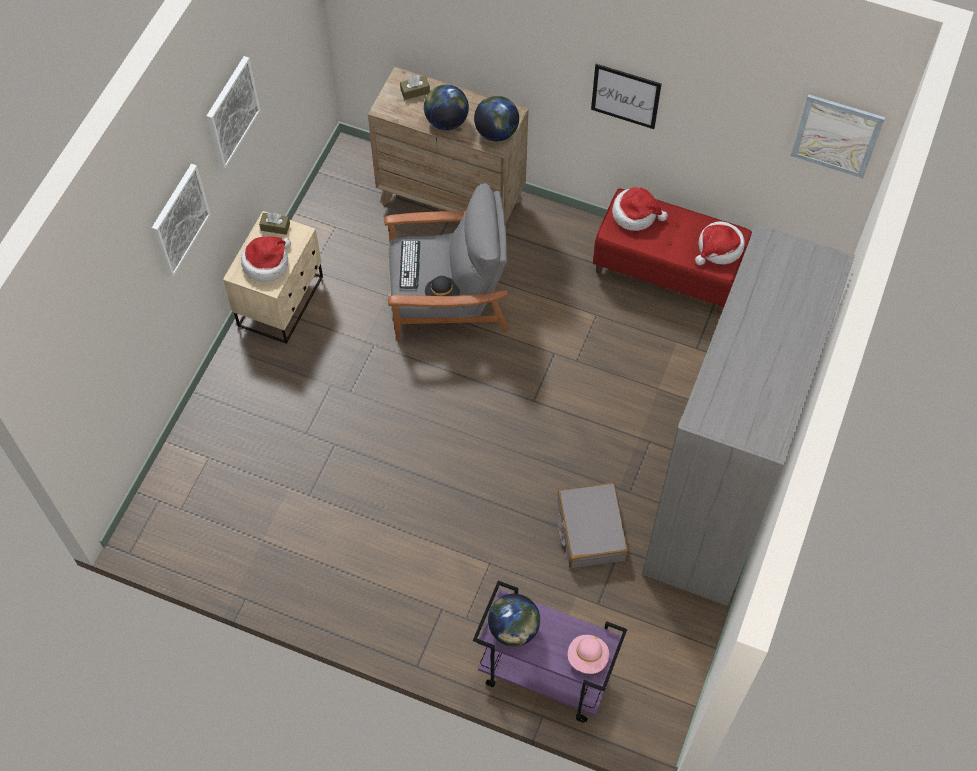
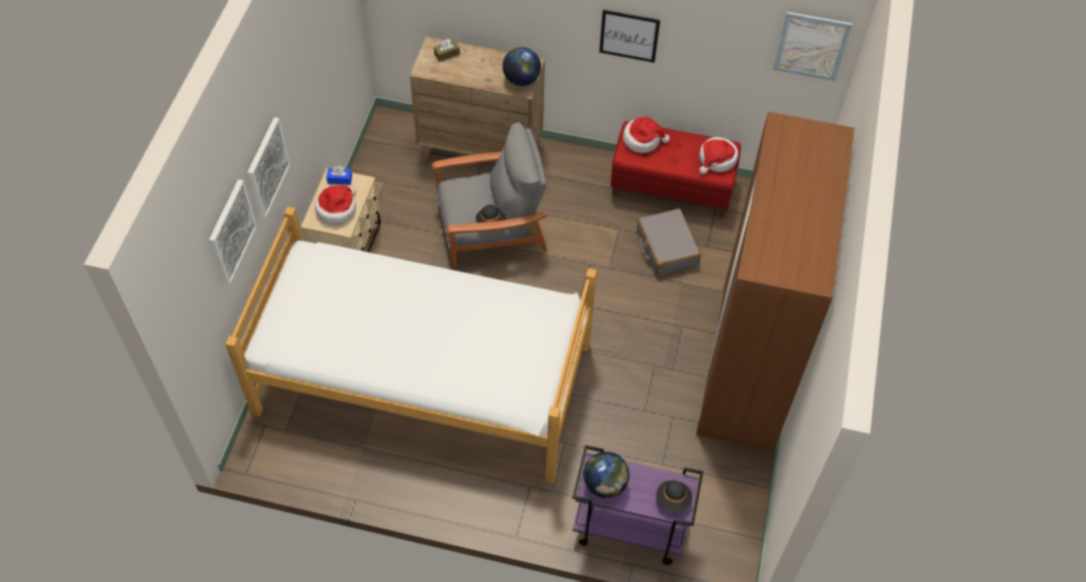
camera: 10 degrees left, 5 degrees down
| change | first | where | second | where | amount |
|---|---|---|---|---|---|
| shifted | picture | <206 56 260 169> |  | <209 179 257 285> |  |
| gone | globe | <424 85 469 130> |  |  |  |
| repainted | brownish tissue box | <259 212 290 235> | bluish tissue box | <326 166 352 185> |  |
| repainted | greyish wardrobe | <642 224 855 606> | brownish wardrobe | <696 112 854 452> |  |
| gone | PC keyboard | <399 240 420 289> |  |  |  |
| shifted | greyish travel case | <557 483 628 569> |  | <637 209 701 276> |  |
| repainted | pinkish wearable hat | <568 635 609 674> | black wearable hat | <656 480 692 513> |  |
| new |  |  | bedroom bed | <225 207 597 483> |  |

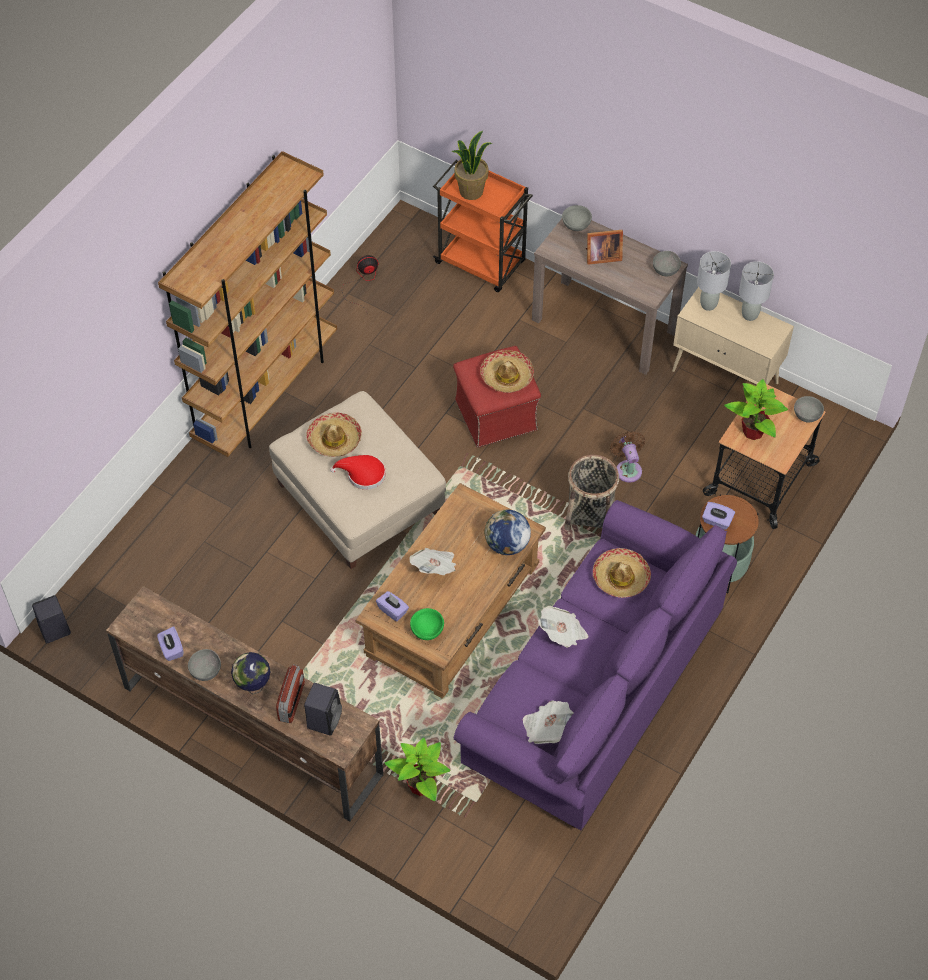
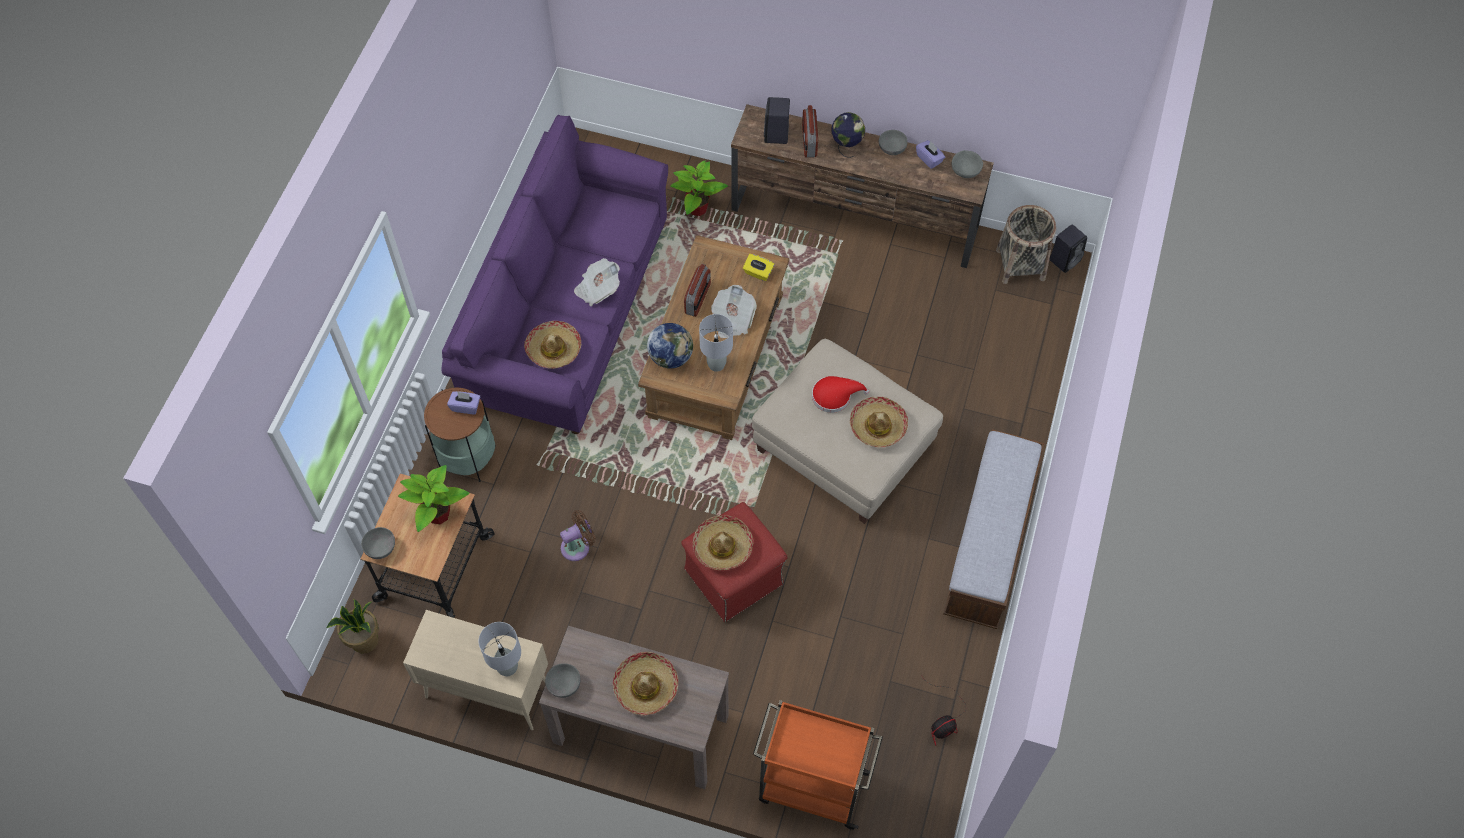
camera: 165 degrees right, 5 degrees up
| change | first | where | second | where | amount |
|---|---|---|---|---|---|
| shifted | plant in a pot | <451 131 492 200> |  | <326 599 379 654> |  |
| swapped | brownish bookshelf | <158 151 337 457> | bench | <943 429 1045 629> |  |
| shifted | greyish bowl | <562 205 592 231> |  | <952 150 983 178> |  |
| swapped | photo frame | <586 230 623 265> | wearable hat | <613 652 679 716> |  |
| shifted | greyish table lamp | <739 261 774 321> |  | <699 314 733 372> |  |
| rotated | brownish fan | <610 431 645 482> |  | <560 510 596 561> | 90 degrees counterclockwise |
| shifted | household basket | <564 455 619 530> |  | <996 205 1056 284> |  |
| repainted | purple-coloured tissue box | <376 591 409 622> | yellow tissue box | <743 254 774 281> |  |
| gone | greenish bowl | <410 608 444 640> |  |  |  |
| gone | newspaper | <523 701 573 744> |  |  |  |
| new |  |  | radio receiver | <684 264 711 317> |  |

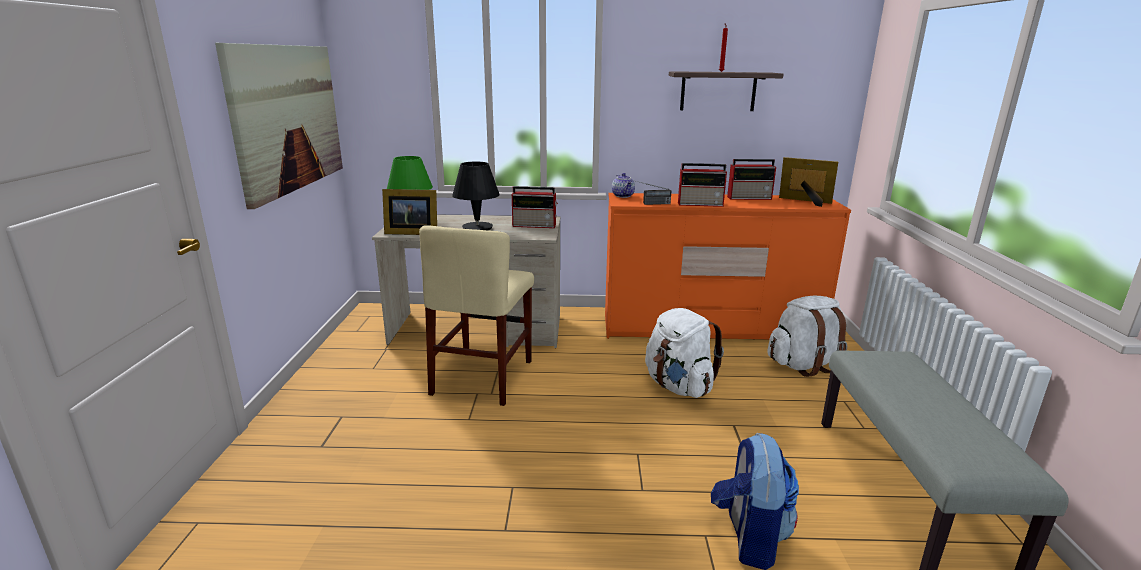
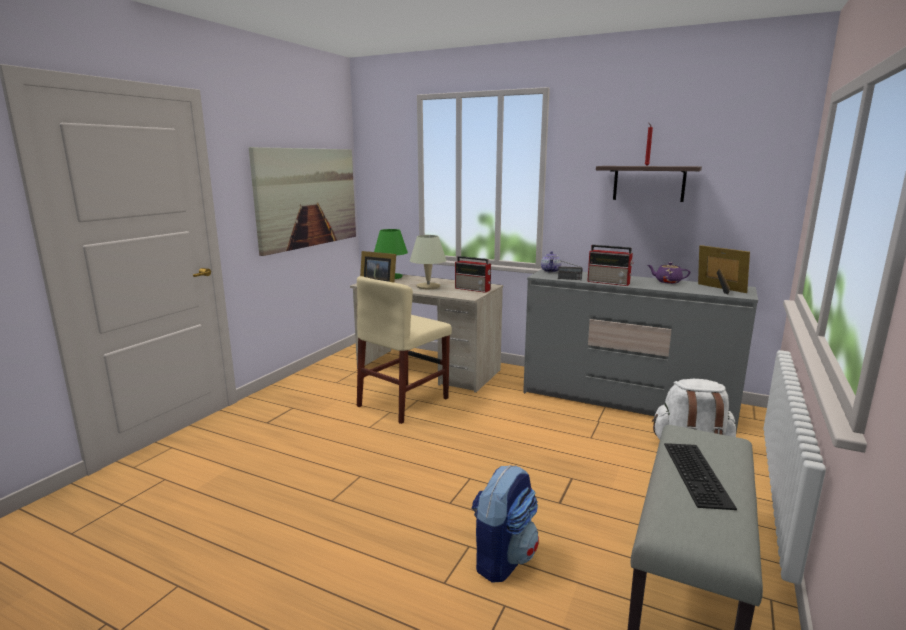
camera: 25 degrees right, 5 degrees down
| change | first | where | second | where | amount |
|---|---|---|---|---|---|
| swapped | radio receiver | <727 159 776 200> | purple-coloured tea pot | <648 262 691 284> |  |
| repainted | black table lamp | <452 162 500 230> | sand-coloured table lamp | <410 235 447 289> |  |
| repainted | orange-coloured chest of drawers | <605 193 851 340> | greyish chest of drawers | <523 269 758 432> |  |
| gone | white-coloured backpack | <645 308 724 398> |  |  |  |
| new |  |  | PC keyboard | <664 443 737 510> |  |

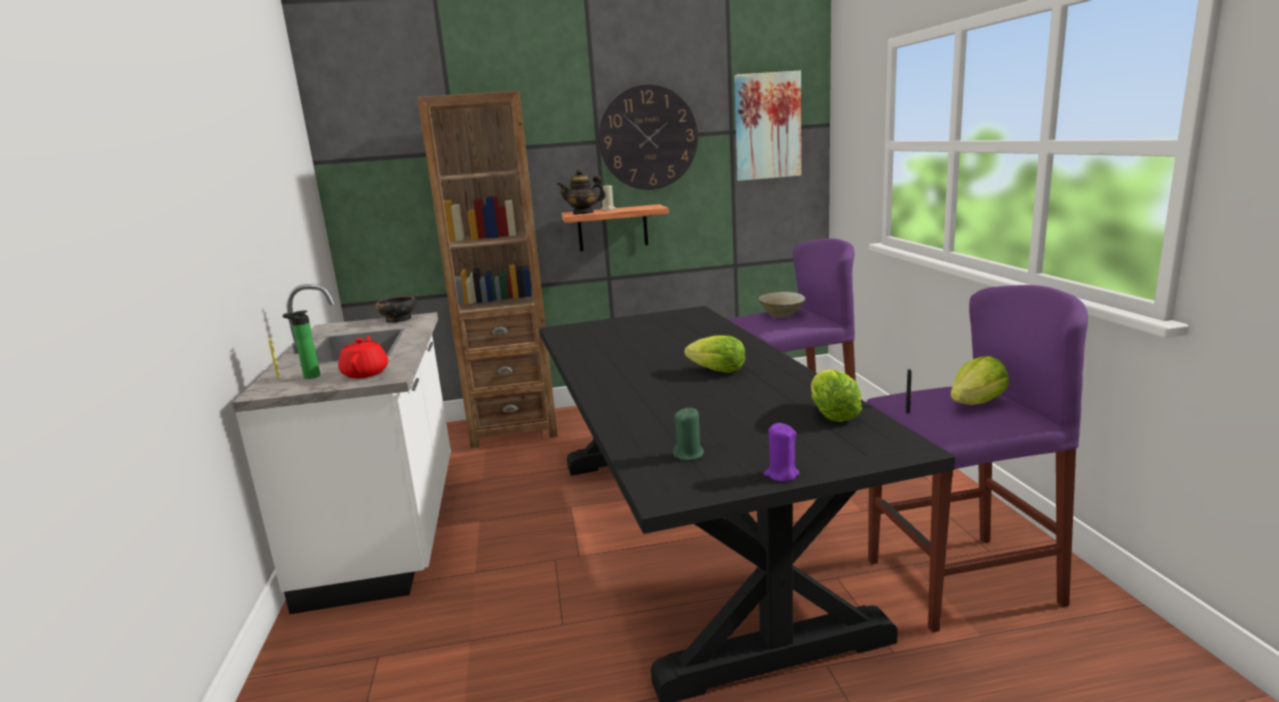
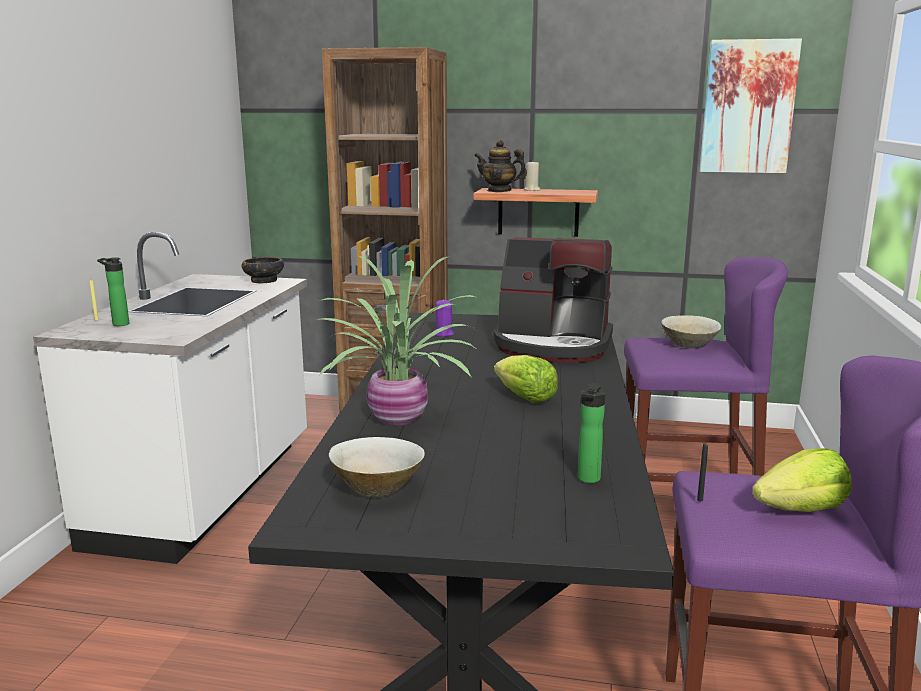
camera: 20 degrees right, 0 degrees up
| change | first | where | second | where | amount |
|---|---|---|---|---|---|
| gone | clock on the wall | <599 84 698 190> |  |  |  |
| gone | reddish tea pot | <338 336 388 379> |  |  |  |
| swapped | lettuce | <811 369 862 422> | drink bottle | <578 383 605 483> |  |
| swapped | greenish wax light | <673 408 704 461> | sand-coloured bowl | <329 437 425 497> |  |
| shifted | purple-coloured wax light | <763 423 800 482> |  | <434 299 454 337> |  |
| new |  |  | coffee maker | <493 237 613 363> |  |
| new |  |  | plant in a pot | <318 256 478 426> |  |

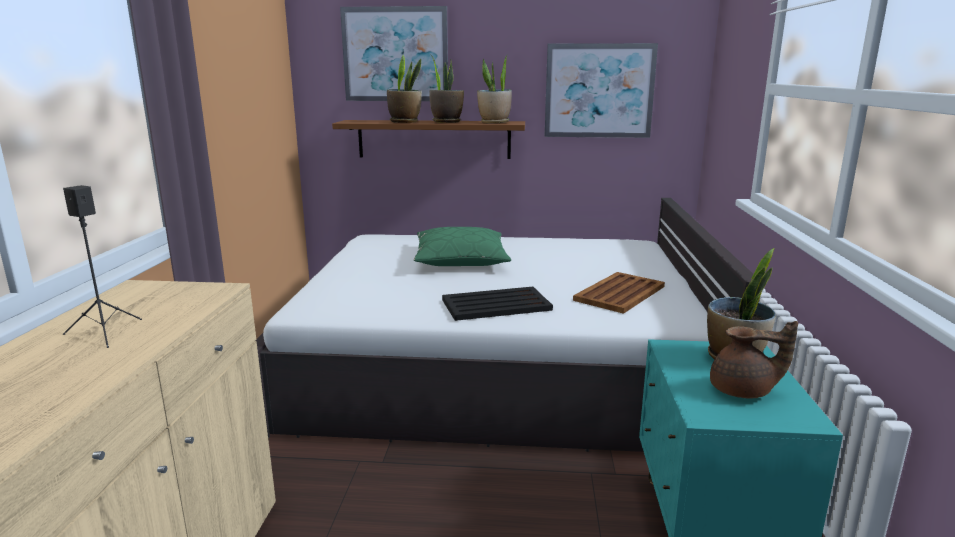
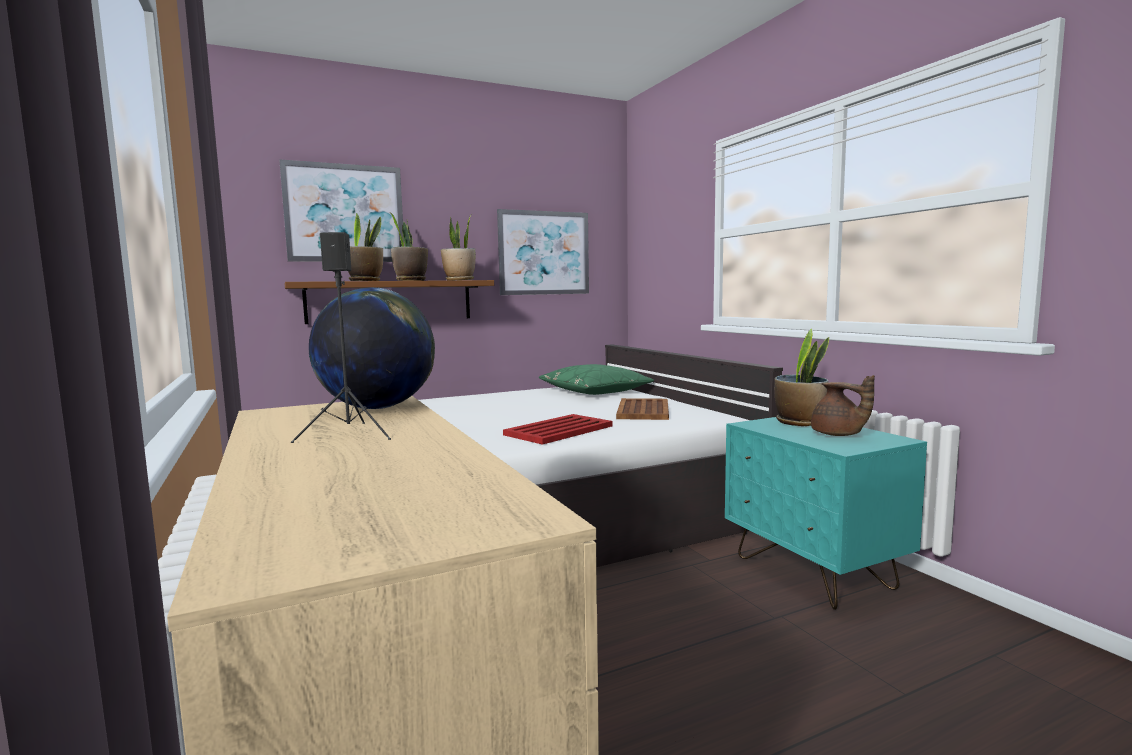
camera: 30 degrees left, 10 degrees down
| change | first | where | second | where | amount |
|---|---|---|---|---|---|
| shifted | greenish cushion | <414 227 511 266> |  | <539 364 654 395> |  |
| repainted | black serving tray | <442 287 553 321> | reddish serving tray | <503 414 613 445> |  |
| rotated | brownish tea pot | <710 321 798 399> |  | <811 375 875 436> | 75 degrees clockwise |
| new |  |  | globe | <309 287 435 409> |  |

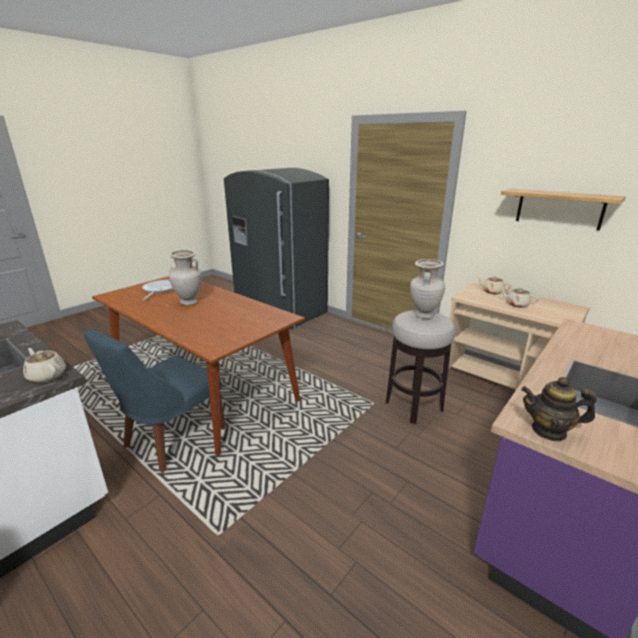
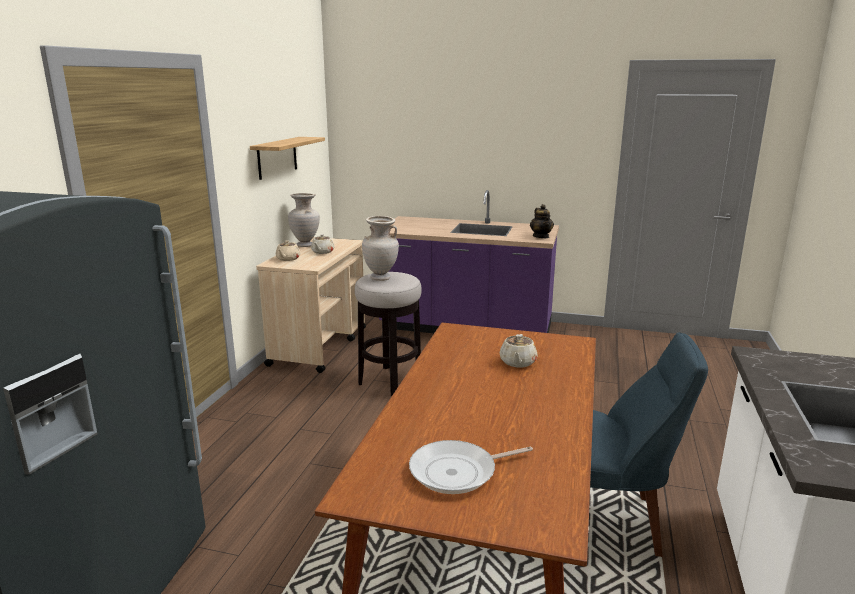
camera: 115 degrees left, 5 degrees down
| change | first | where | second | where | amount |
|---|---|---|---|---|---|
| shifted | sand-coloured vase | <169 250 202 305> |  | <288 193 320 247> |  |
| shifted | sand-coloured tea pot | <23 348 66 383> |  | <500 334 538 367> |  |

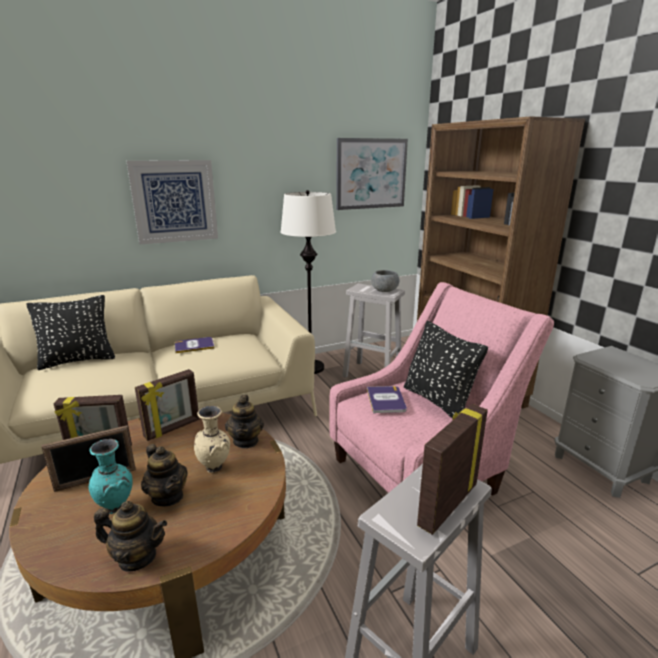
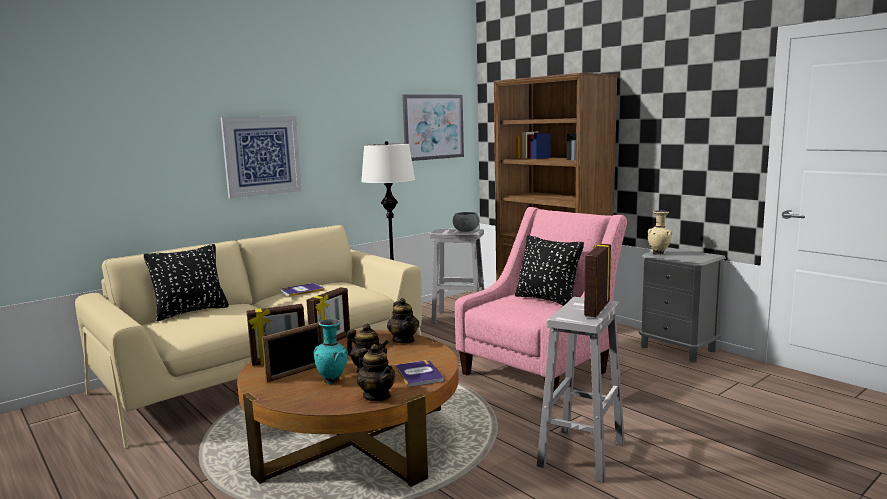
camera: 15 degrees left, 10 degrees down
| change | first | where | second | where | amount |
|---|---|---|---|---|---|
| shifted | volume | <367 386 407 413> |  | <395 360 443 387> |  |
| shifted | sand-coloured vase | <194 406 230 473> |  | <648 211 672 255> |  |
| rotated | tea pot | <94 501 167 571> |  | <357 344 395 401> | 60 degrees clockwise |

